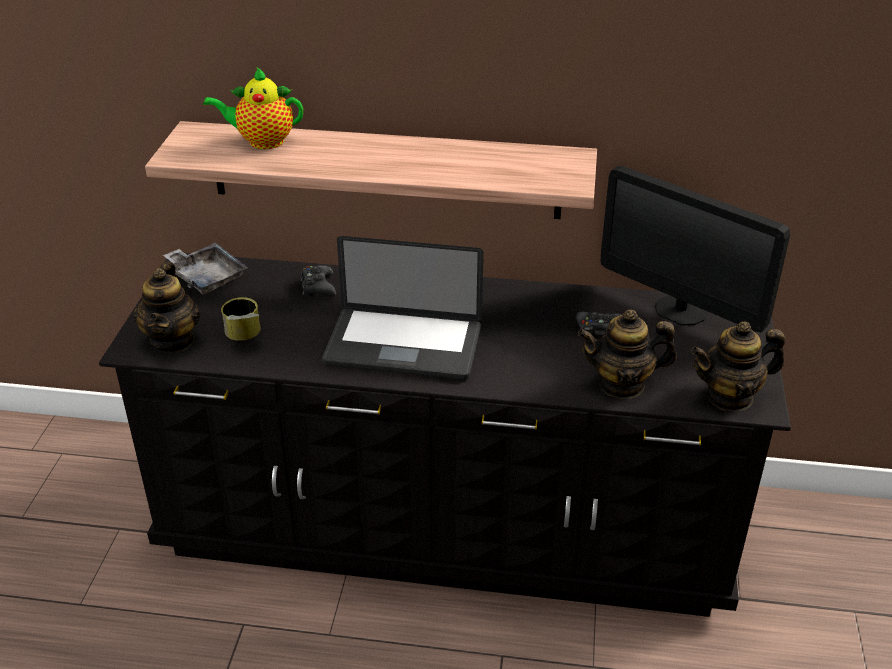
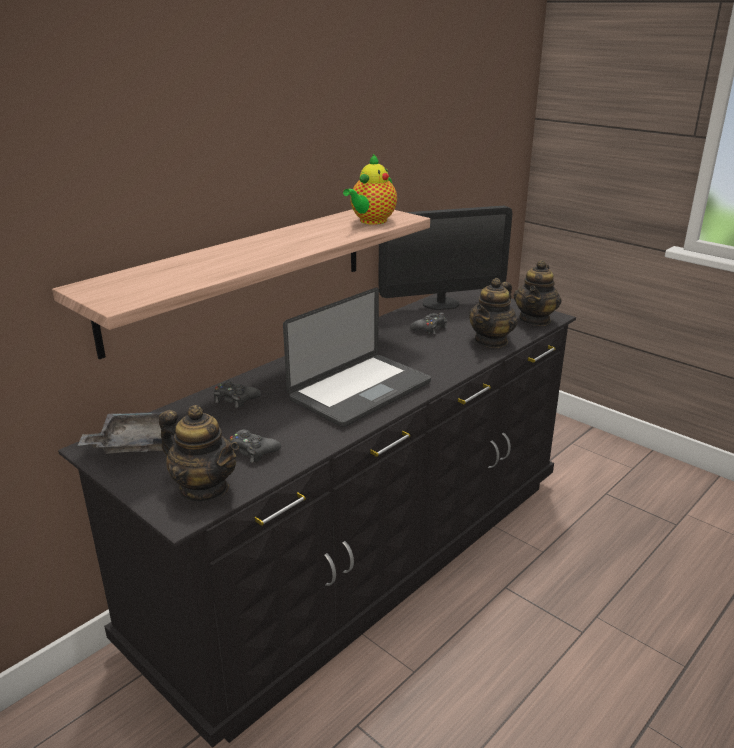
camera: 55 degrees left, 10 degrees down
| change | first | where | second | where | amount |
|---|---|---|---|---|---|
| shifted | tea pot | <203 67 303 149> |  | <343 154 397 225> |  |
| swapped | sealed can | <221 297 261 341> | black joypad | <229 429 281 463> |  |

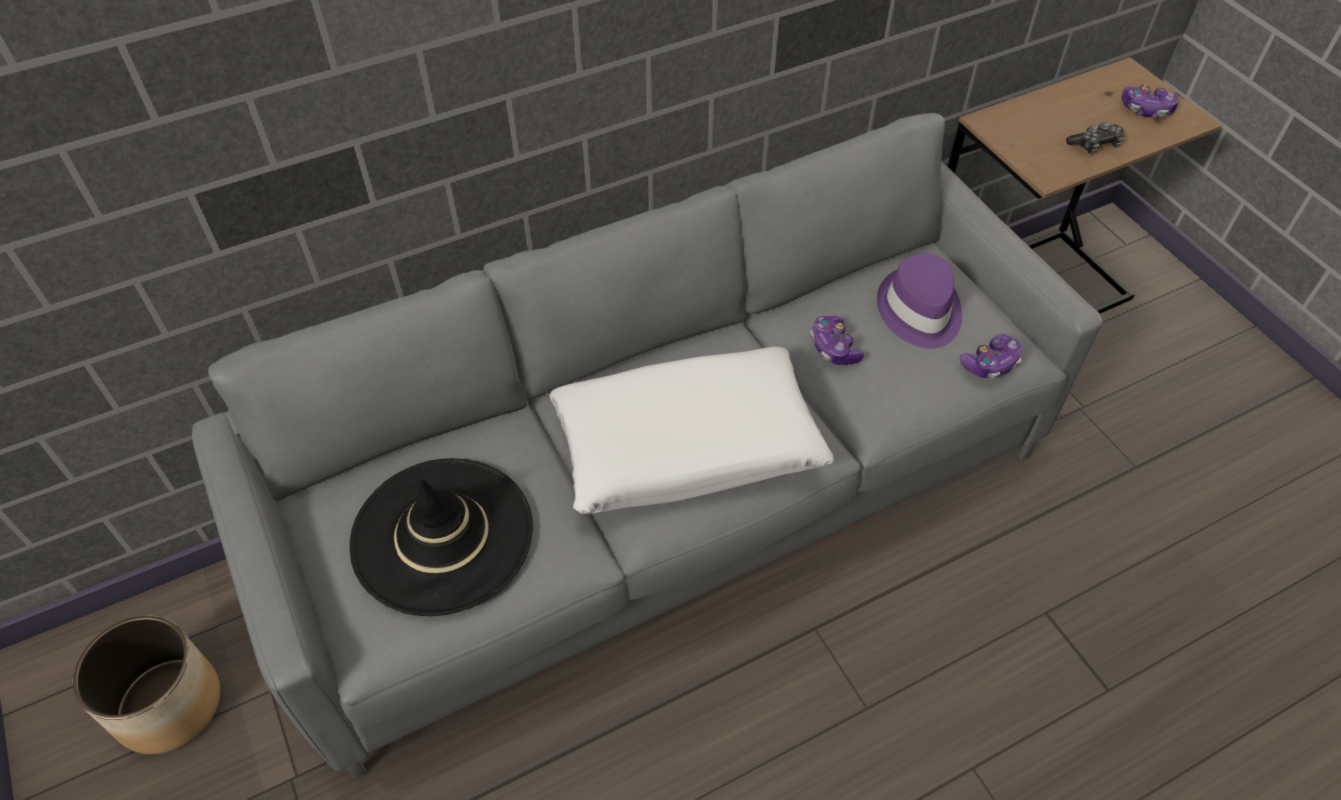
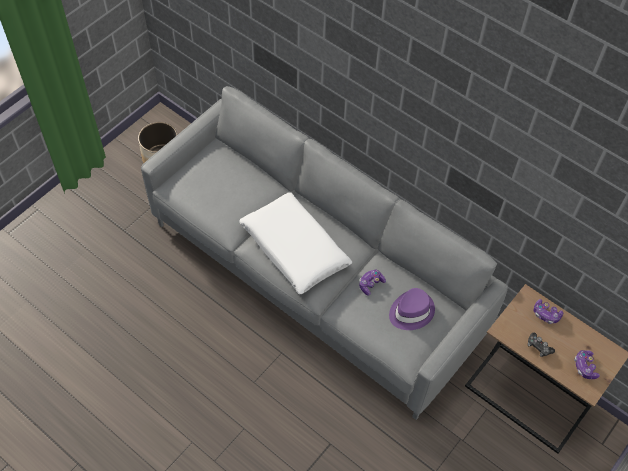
camera: 65 degrees right, 5 degrees up
| change | first | where | second | where | amount |
|---|---|---|---|---|---|
| shifted | joypad | <960 334 1023 379> |  | <534 299 563 324> |  |
| gone | black wearable hat | <350 458 533 616> |  |  |  |

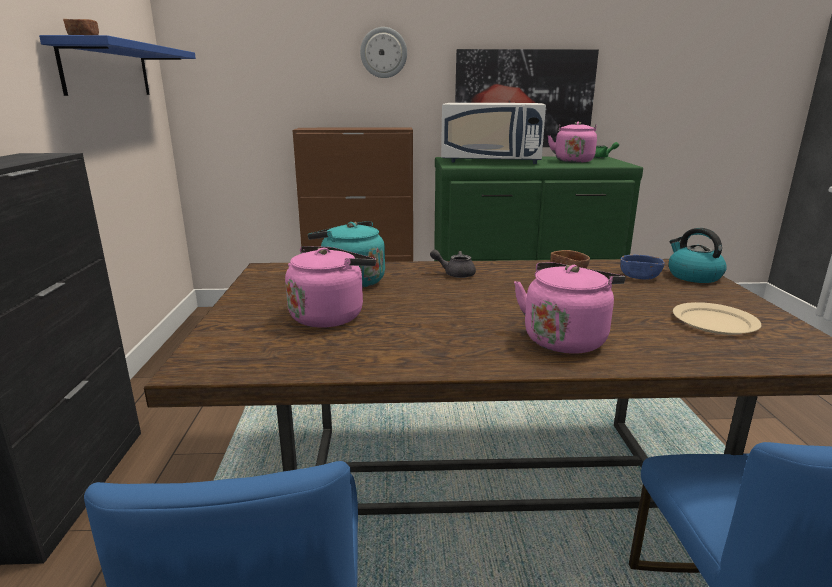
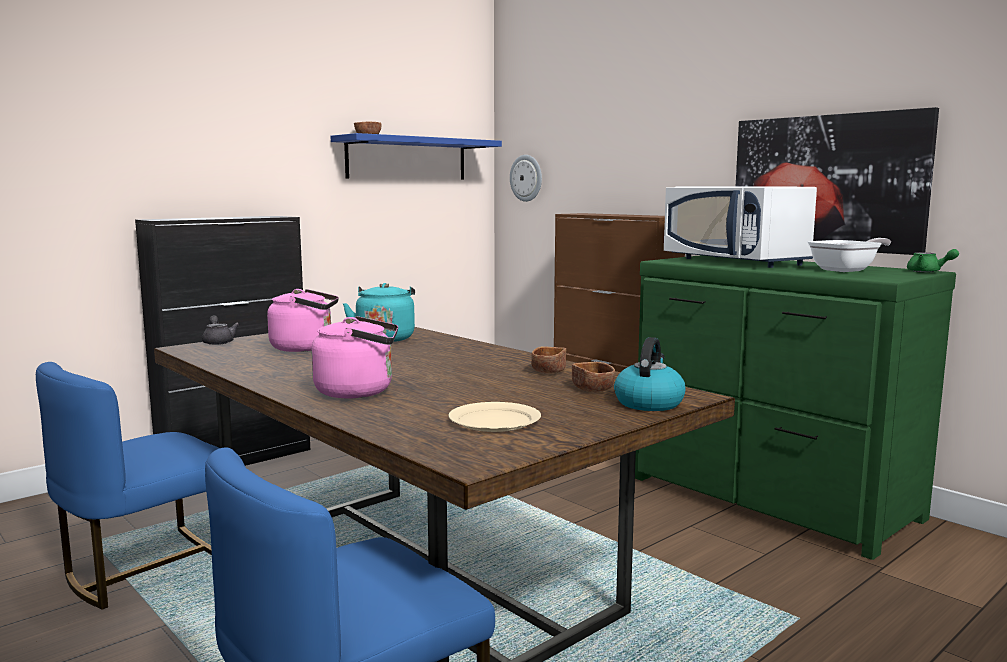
camera: 50 degrees right, 10 degrees down
| change | first | where | second | where | amount |
|---|---|---|---|---|---|
| shifted | clock on the wall | <360 27 407 78> |  | <510 155 542 202> |  |
| swapped | pinkish water kettle | <547 121 597 163> | frying pan | <808 238 891 272> |  |
| shifted | greyish tea pot | <430 249 476 278> |  | <202 315 239 345> |  |
| repainted | bluish bowl | <620 255 665 280> | brownish bowl | <572 362 615 392> |  |

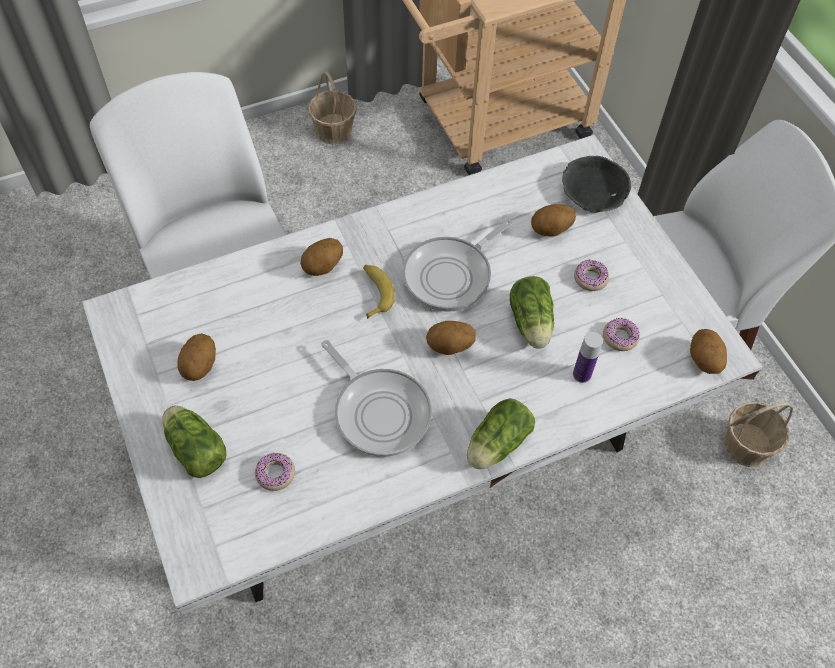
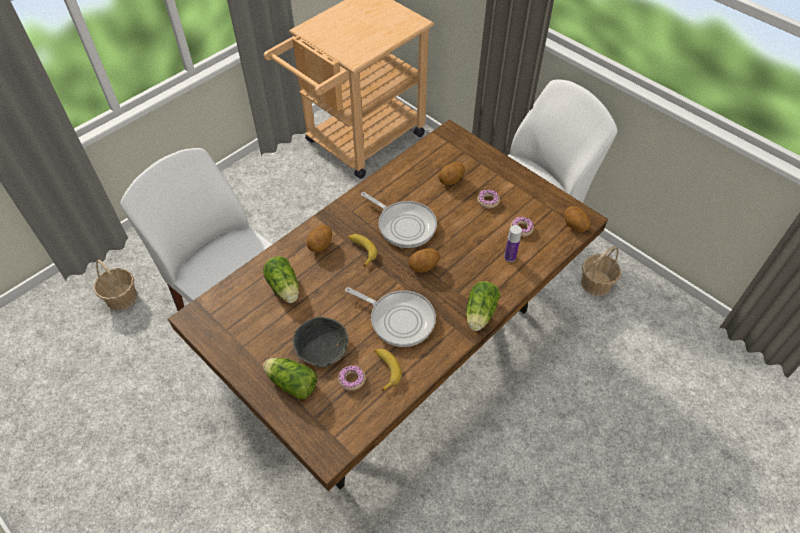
camera: 20 degrees left, 5 degrees down
| change | first | where | second | where | amount |
|---|---|---|---|---|---|
| shifted | household basket | <308 71 357 144> |  | <94 260 138 311> |  |
| repainted | white-coloured kitchen table | <82 135 763 615> | brownish kitchen table | <168 119 608 492> |  |
| shifted | greyish bowl | <562 156 631 213> |  | <293 317 349 367> |  |
| rotated | frying pan | <403 219 512 312> |  | <361 192 437 248> | 75 degrees counterclockwise |
| shifted | lettuce | <510 276 554 349> |  | <263 256 299 303> |  |
| gone | whole potato | <177 333 216 381> |  |  |  |
| new |  |  | banana fruit | <374 348 402 392> |  |

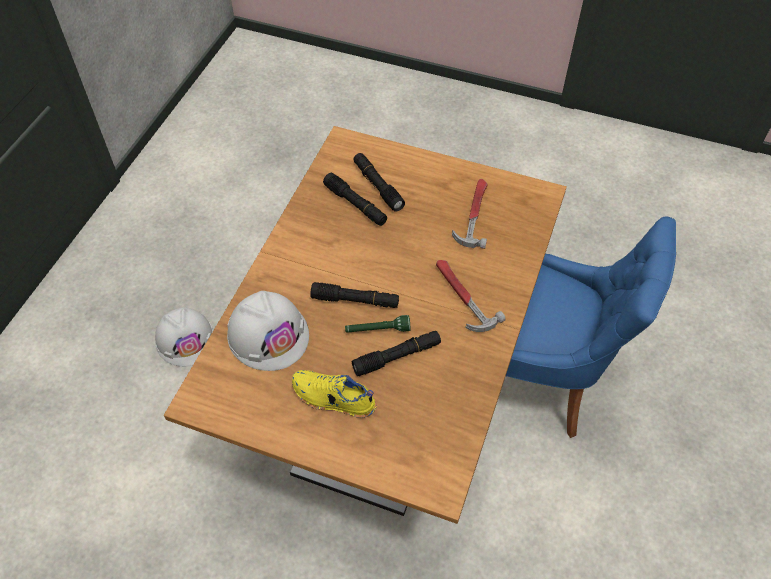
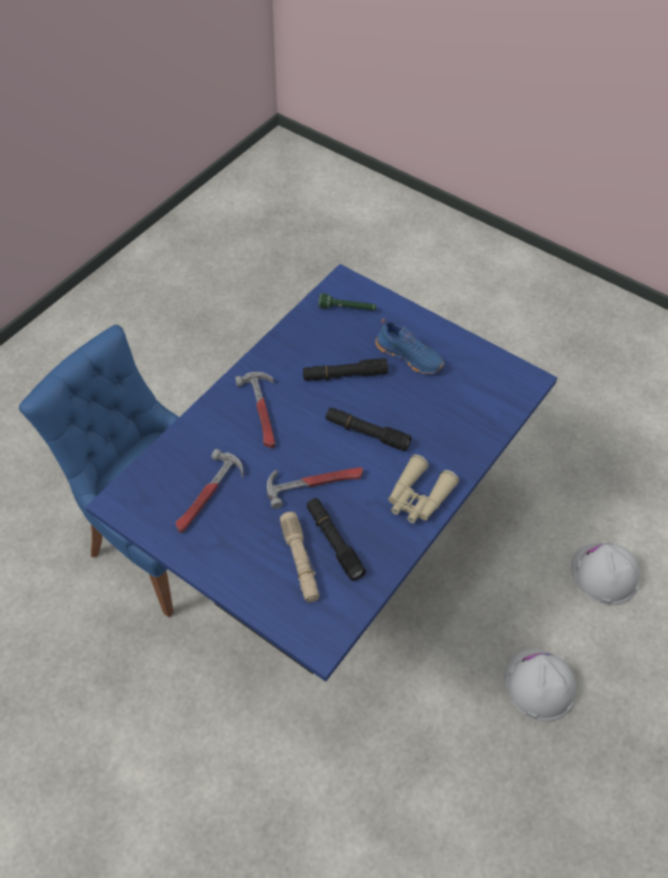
camera: 165 degrees left, 0 degrees up
| change | first | where | second | where | amount |
|---|---|---|---|---|---|
| repainted | brownish kitchen table | <164 126 567 524> | bluish kitchen table | <86 264 557 682> |  |
| repainted | black flashlight | <353 153 405 212> | sand-coloured flashlight | <280 512 319 602> |  |
| shifted | white-coloured safety helmet | <227 291 309 371> |  | <571 543 639 605> |  |
| shifted | greenish flashlight | <345 315 410 333> |  | <318 293 377 311> |  |
| repainted | yellow item of footwear | <292 370 377 418> | bluish item of footwear | <375 318 444 374> |  |
| new |  |  | sand-coloured field glasses | <388 455 459 523> |  |
| new |  |  | hammer | <267 467 363 509> |  |

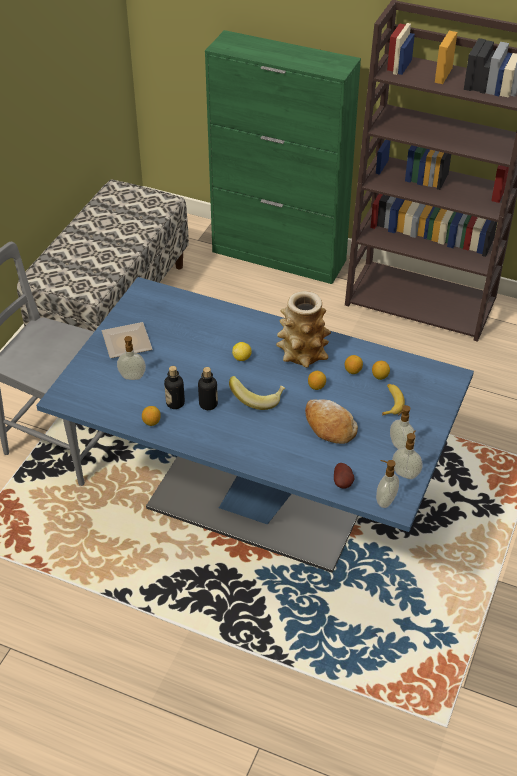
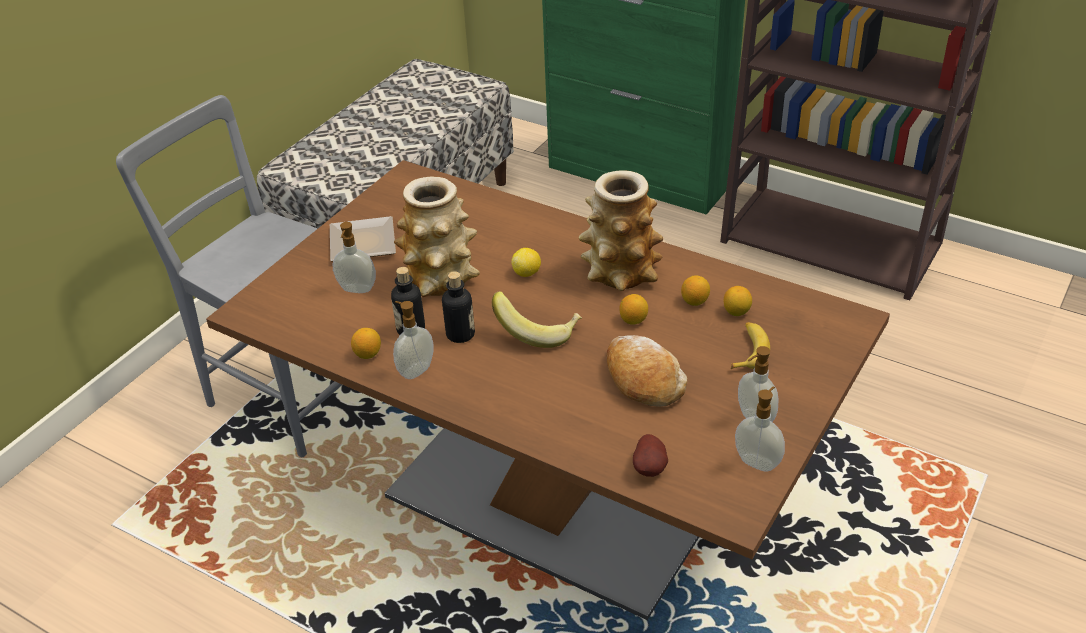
camera: 10 degrees right, 5 degrees down
| change | first | where | second | where | amount |
|---|---|---|---|---|---|
| repainted | bluish kitchen table | <36 277 474 573> | brownish kitchen table | <206 160 890 620> |  |
| shifted | soap bottle | <376 460 399 508> |  | <393 301 433 379> |  |
| new |  |  | vase | <394 176 480 297> |  |

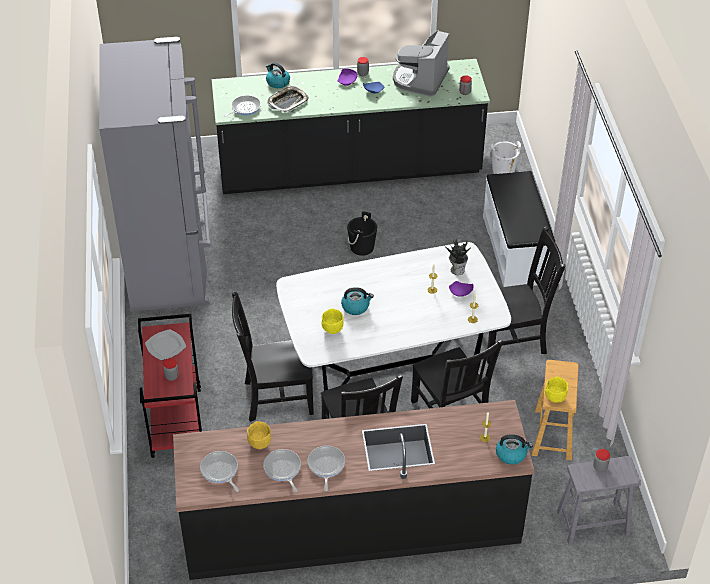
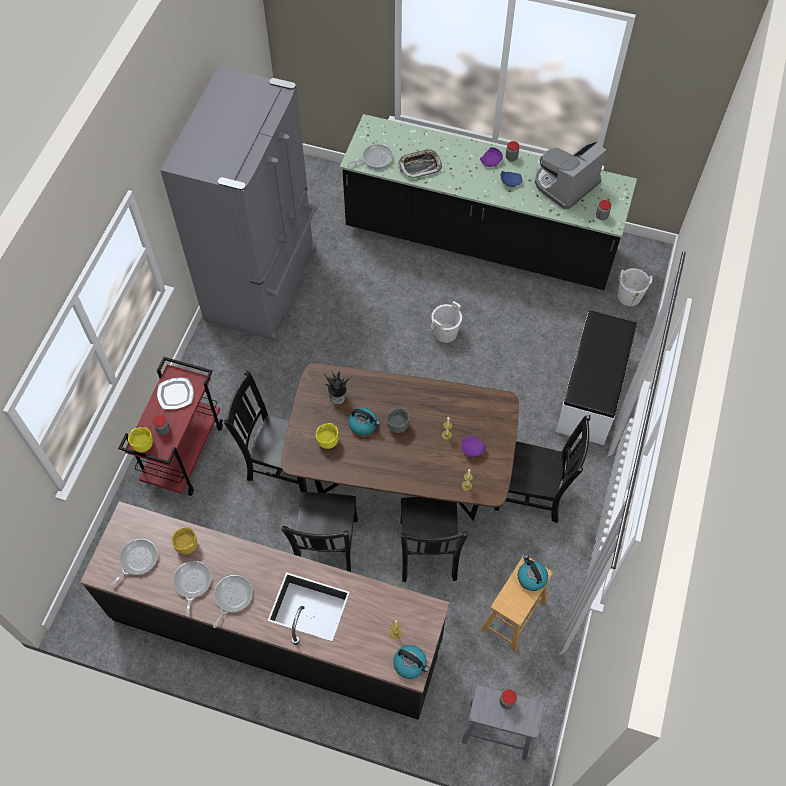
camera: 25 degrees right, 15 degrees up
| change | first | where | second | where | amount |
|---|---|---|---|---|---|
| shifted | water kettle | <266 62 290 88> |  | <518 555 548 591> |  |
| repainted | black water bucket | <347 211 377 256> | white-coloured water bucket | <431 301 462 343> |  |
| shifted | plant in a pot | <444 239 471 275> |  | <324 371 351 405> |  |
| repainted | white-coloured kitchen table | <276 242 511 391> | brownish kitchen table | <281 363 519 521> |  |
| shifted | yellow bowl | <545 377 568 403> |  | <128 427 153 452> |  |
| rotated | frying pan | <200 451 239 492> |  | <111 539 158 586> | 45 degrees clockwise |
| new |  |  | greyish bowl | <386 408 409 433> |  |

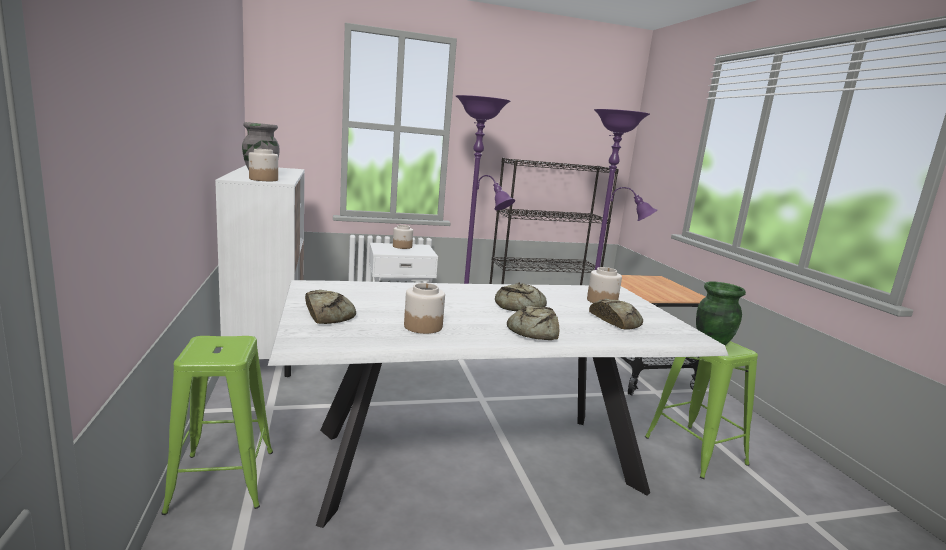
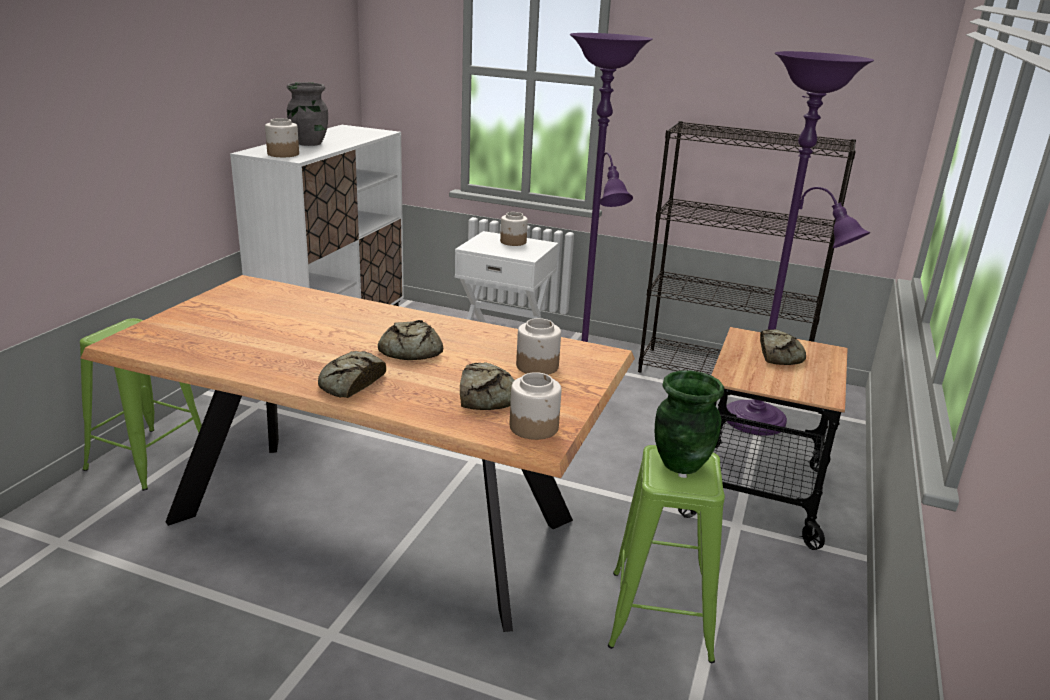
camera: 35 degrees right, 10 degrees up
| change | first | where | second | where | amount |
|---|---|---|---|---|---|
| repainted | white-coloured kitchen table | <268 280 729 528> | brownish kitchen table | <81 275 635 632> |  |
| shifted | jar | <404 283 445 334> |  | <510 372 561 440> |  |
| shifted | bakery bread | <305 290 356 324> |  | <760 329 806 365> |  |

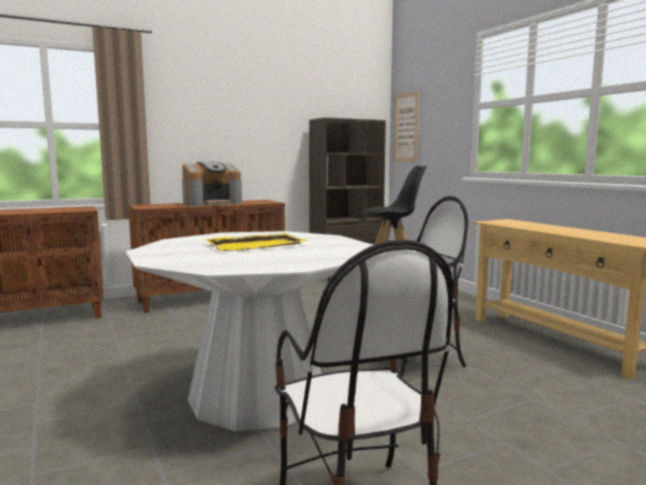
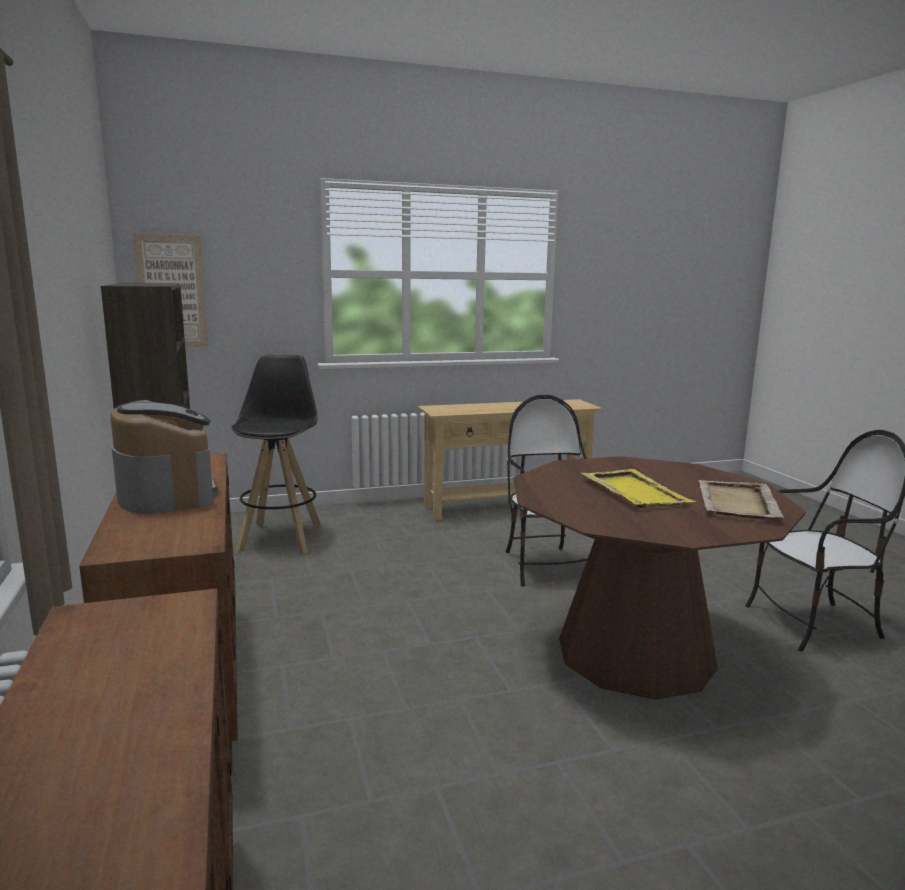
camera: 80 degrees left, 5 degrees up
| change | first | where | second | where | amount |
|---|---|---|---|---|---|
| repainted | white-coloured kitchen table | <126 231 373 431> | brownish kitchen table | <513 456 806 700> |  |
| new |  |  | sand-coloured serving tray | <698 480 784 519> |  |

